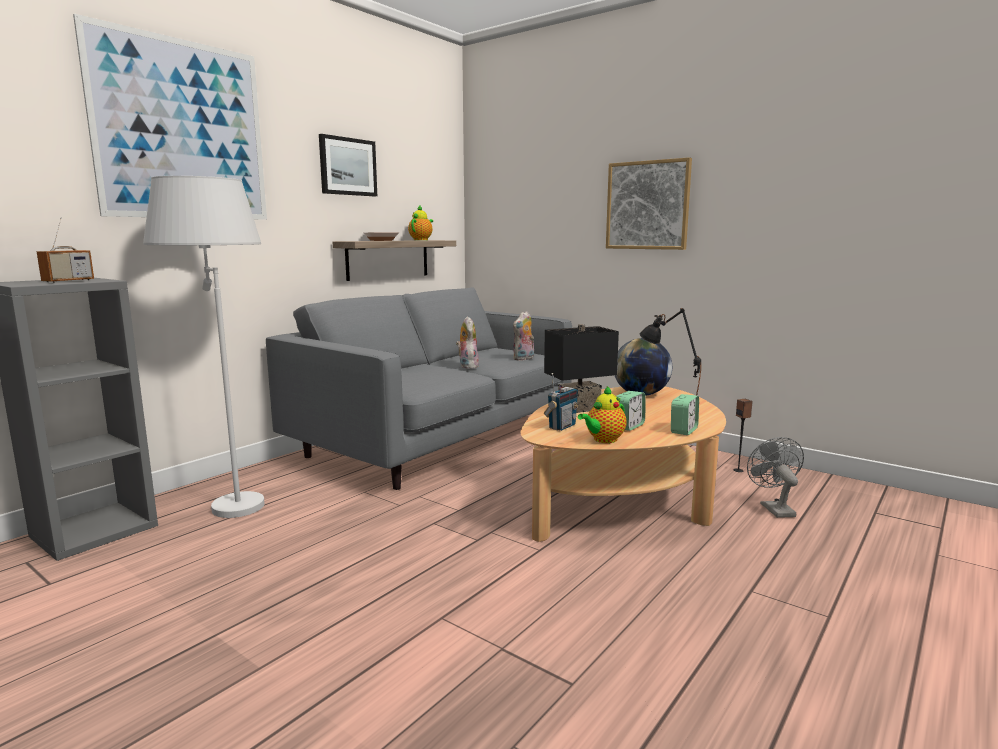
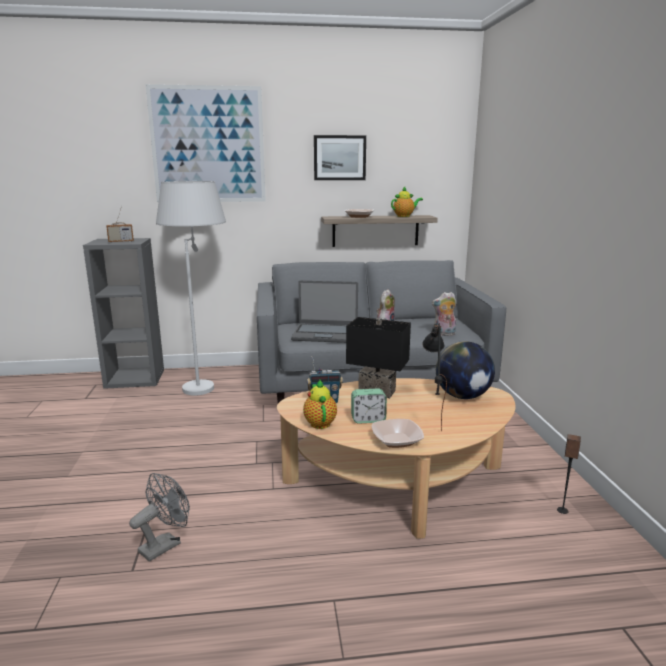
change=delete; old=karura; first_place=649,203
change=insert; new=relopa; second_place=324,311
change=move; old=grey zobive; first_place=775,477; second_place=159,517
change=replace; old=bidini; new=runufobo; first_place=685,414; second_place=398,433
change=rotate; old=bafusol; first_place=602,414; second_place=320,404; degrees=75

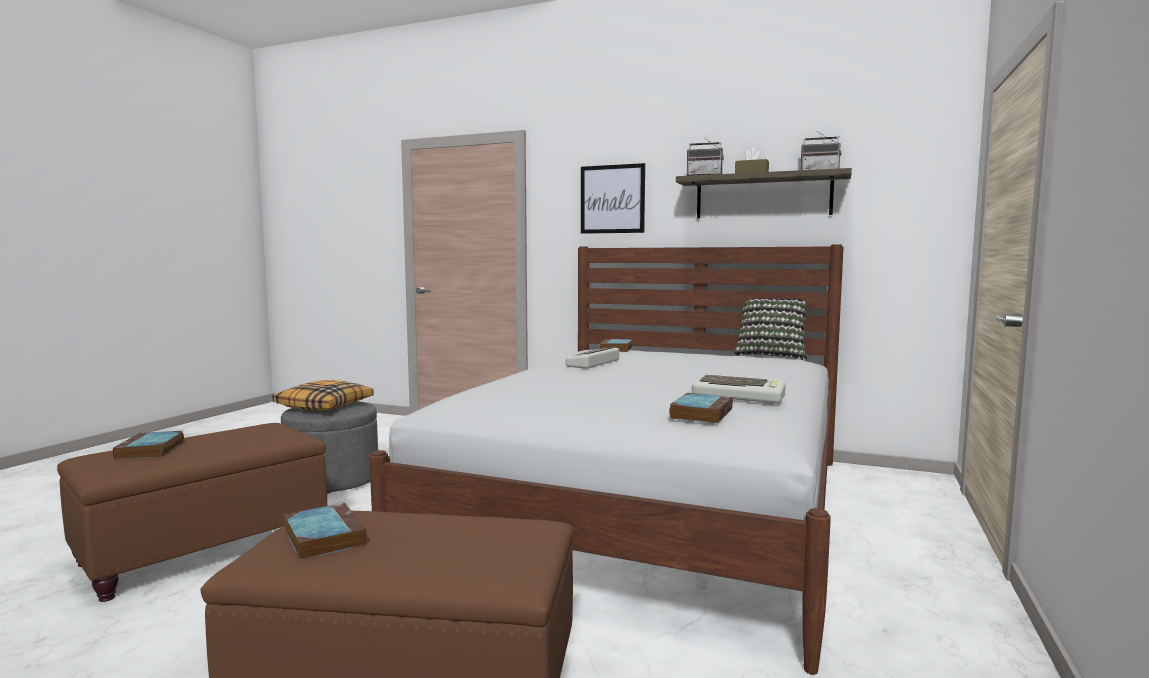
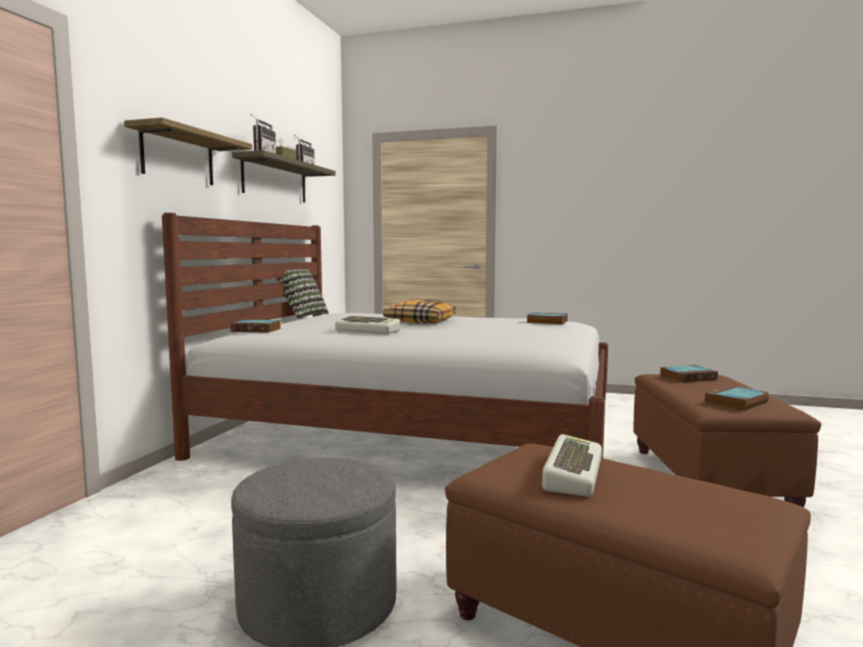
change=move; old=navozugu; first_place=148,445; second_place=689,374
change=move; old=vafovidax; first_place=323,395; second_place=419,311
change=move; old=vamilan; first_place=739,388; second_place=572,465
change=replace; old=karura; new=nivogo; first_place=613,198; second_place=188,151

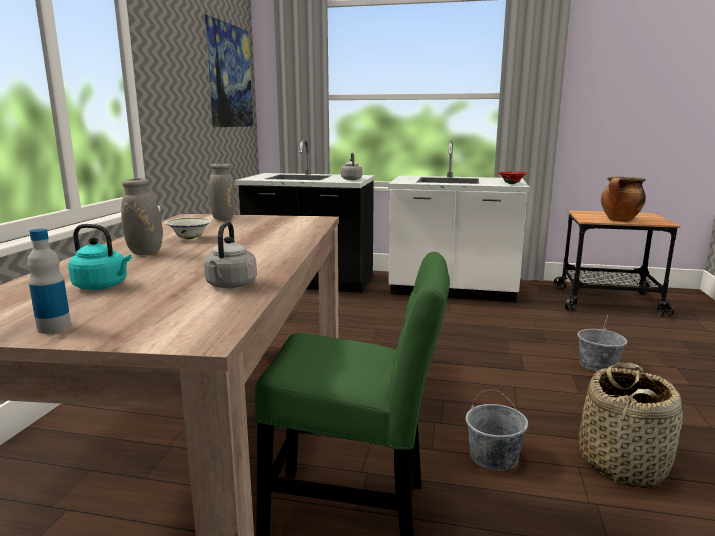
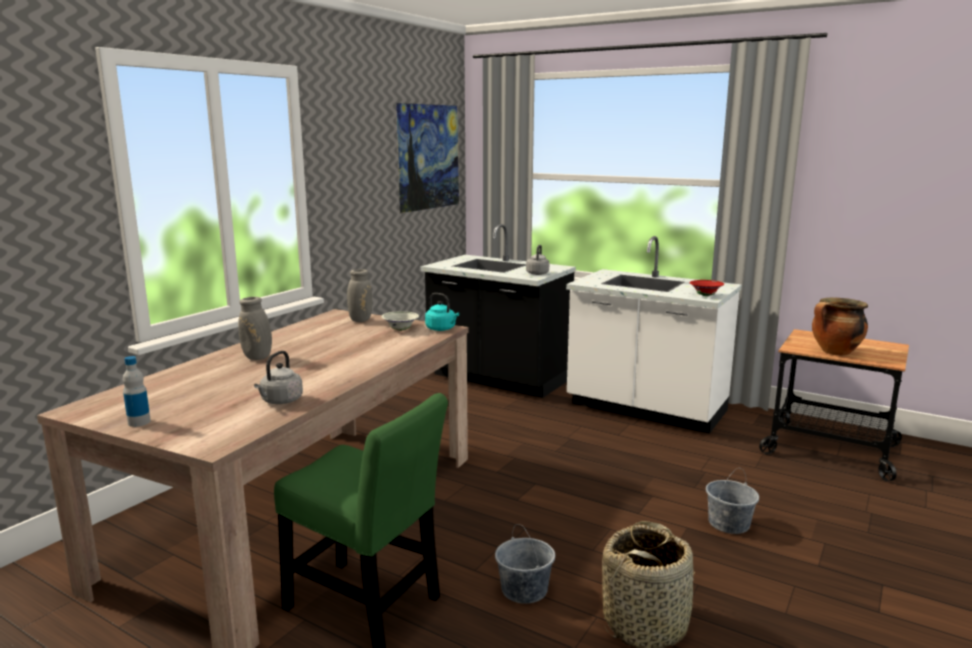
change=move; old=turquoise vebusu; first_place=100,257; second_place=442,312
change=move; old=white runufobo; first_place=188,228; second_place=400,321

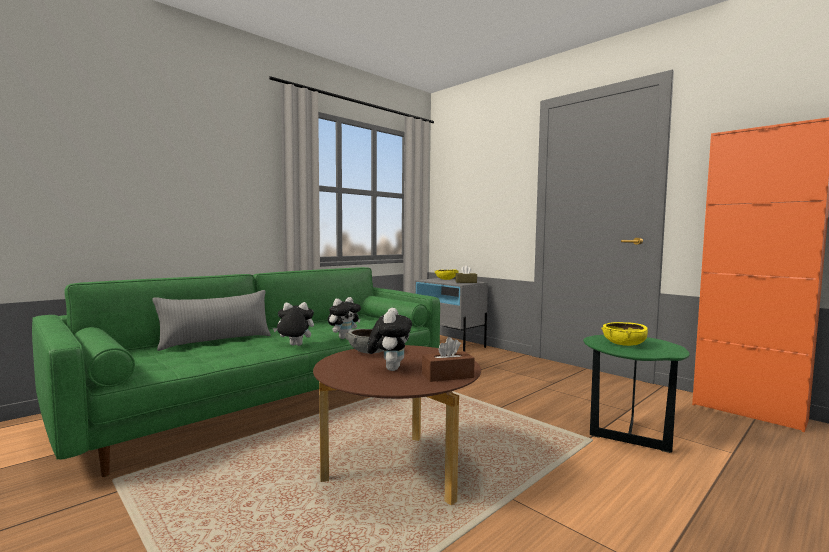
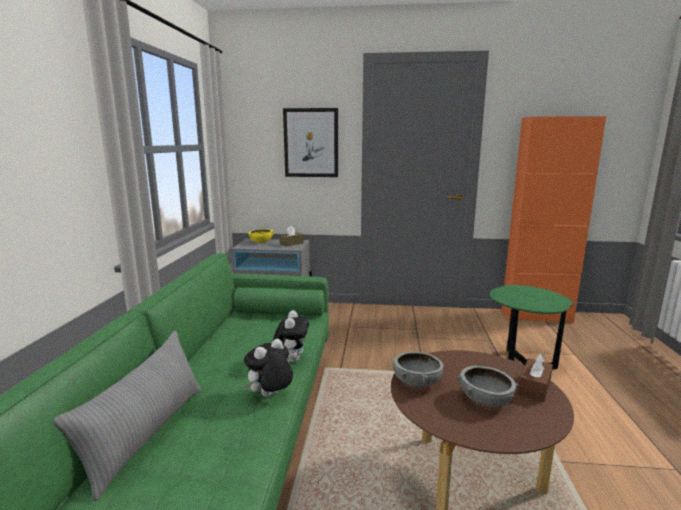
change=delete; old=yellow runufobo; first_place=624,334
change=insert; new=karura; second_place=310,142
change=replace; old=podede; new=grey runufobo; first_place=389,339; second_place=487,386

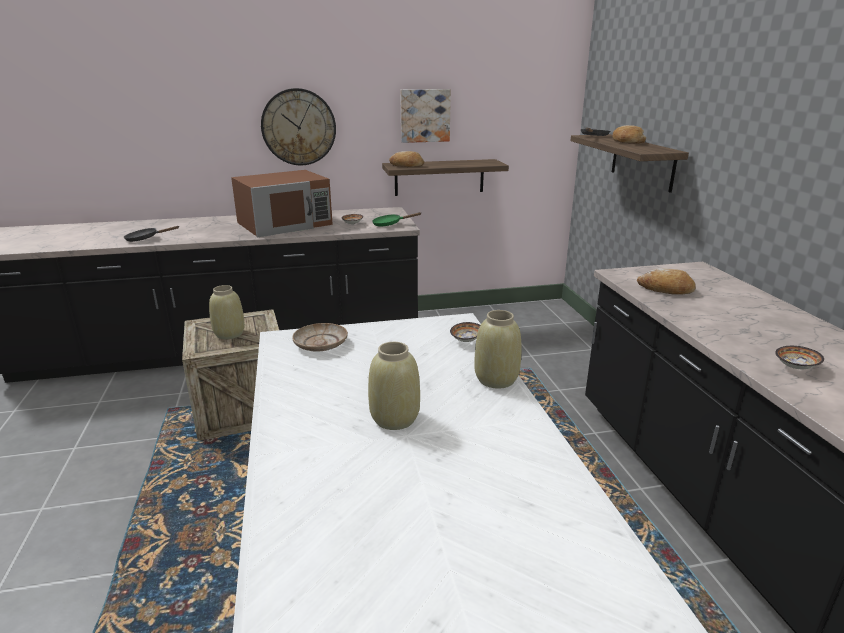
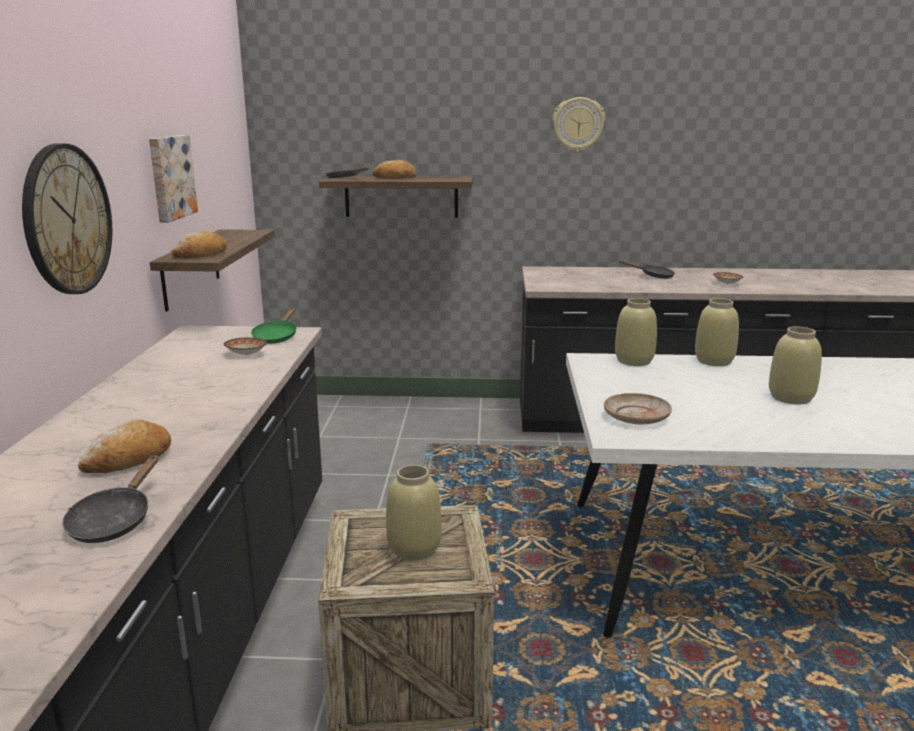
change=delete; old=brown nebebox; first_place=282,203
change=insert; new=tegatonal; second_place=579,124
change=insert; new=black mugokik; second_place=646,269
change=move; old=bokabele; first_place=666,281; second_place=124,446
change=replace; old=runufobo; new=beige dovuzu; first_place=465,332; second_place=636,332

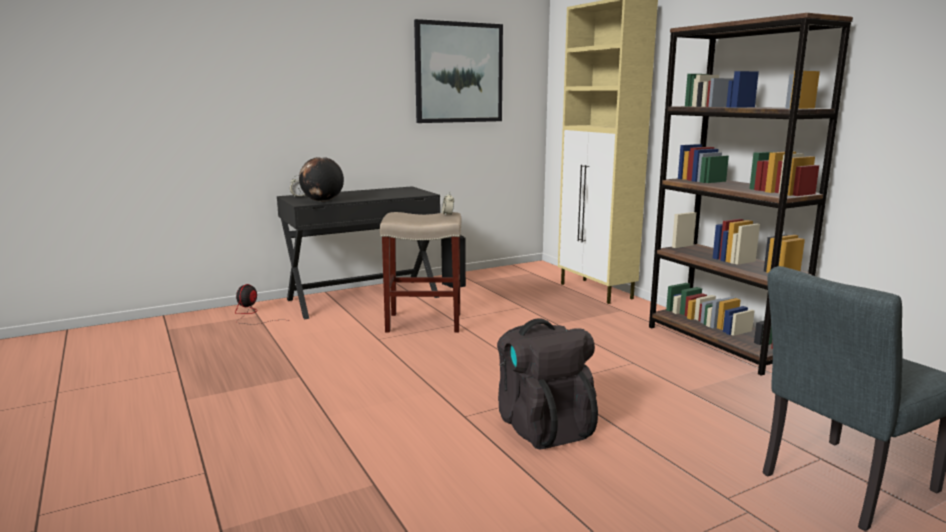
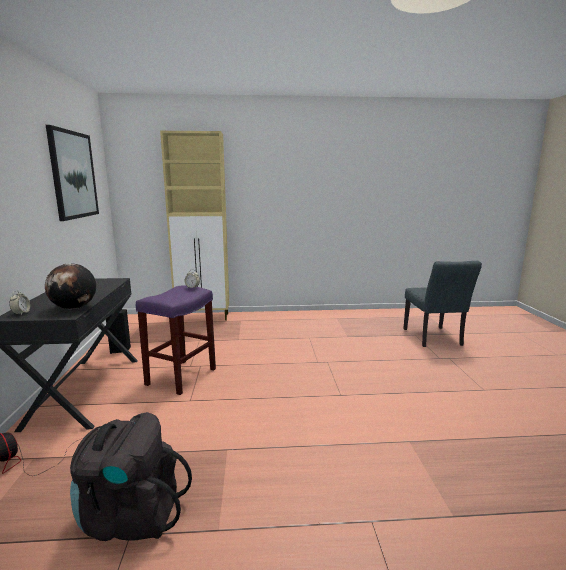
change=delete; old=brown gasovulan; first_place=751,194
change=move; old=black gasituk; first_place=547,383; second_place=131,476
change=recolor; old=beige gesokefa; new=purple gesokefa; first_place=421,272; second_place=176,340

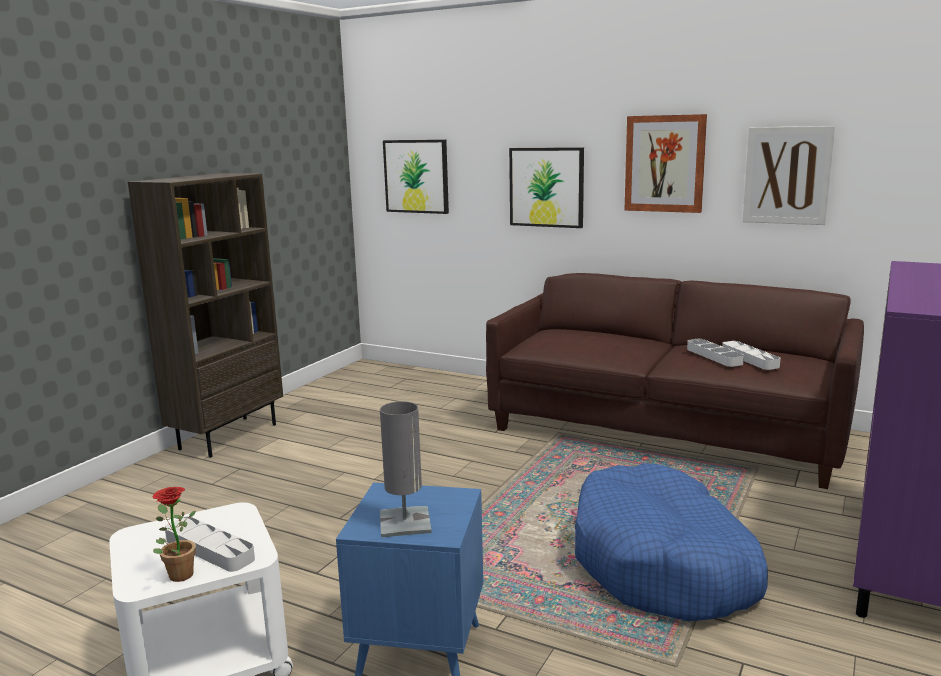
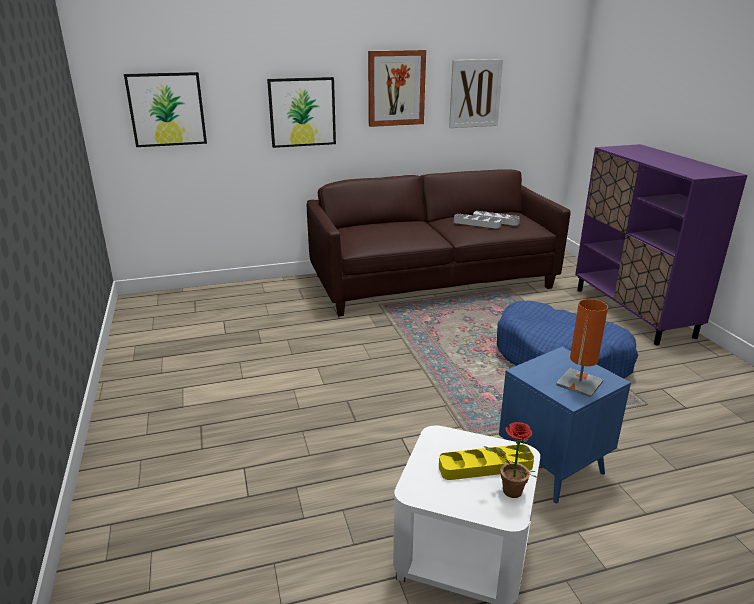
change=delete; old=brown gasovulan; first_place=205,315
change=recolor; old=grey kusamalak; new=yellow kusamalak; first_place=210,544; second_place=486,462
change=recolor; old=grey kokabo; new=orange kokabo; first_place=406,469; second_place=582,348

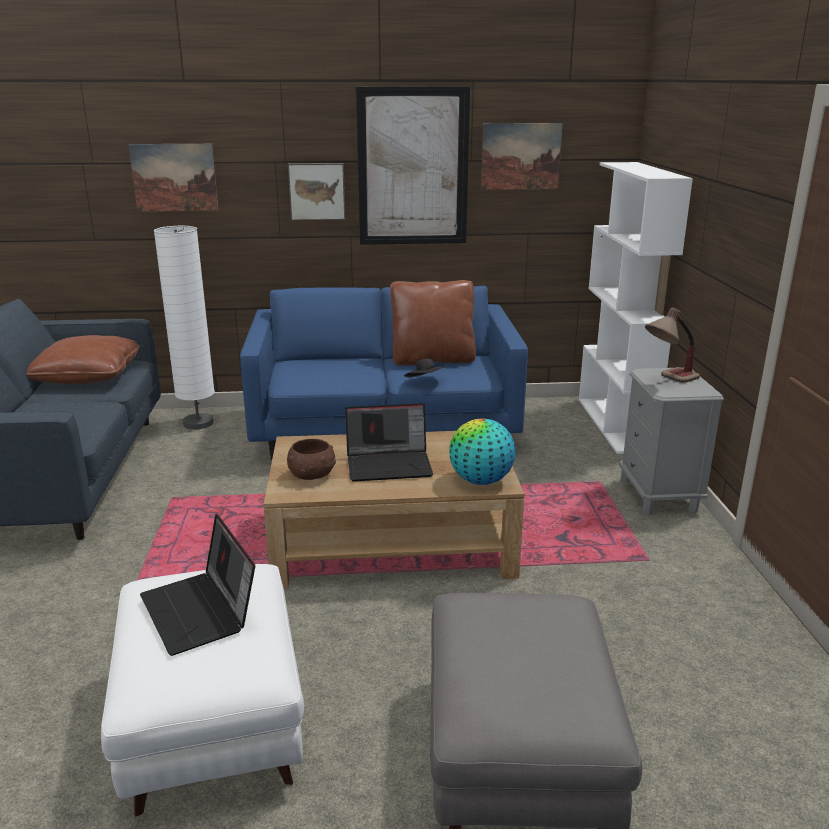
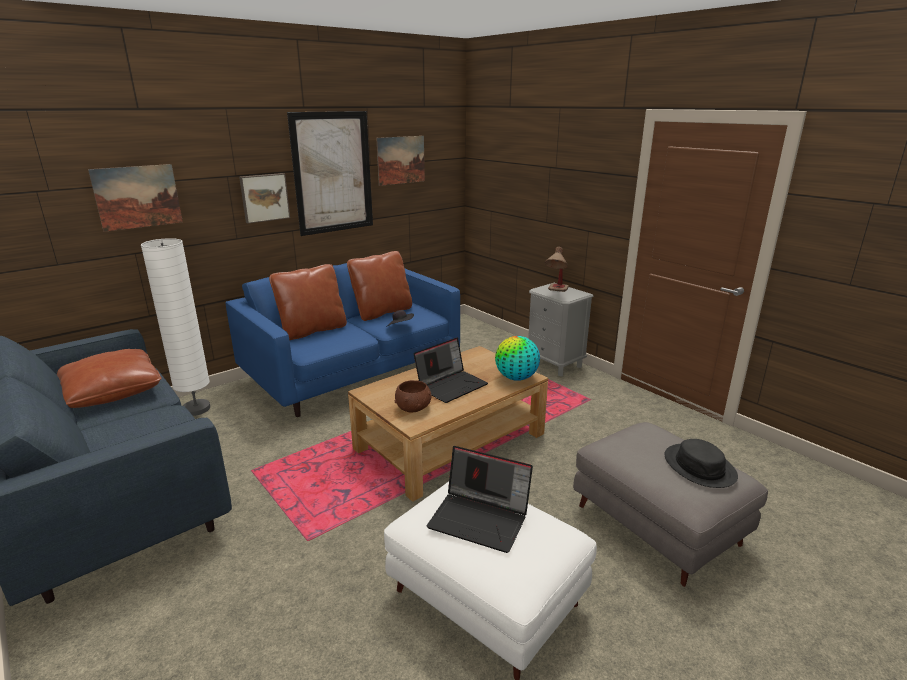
change=delete; old=white gasovulan; first_place=636,308
change=insert; new=brown vafovidax; second_place=308,302
change=insert; new=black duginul; second_place=701,463

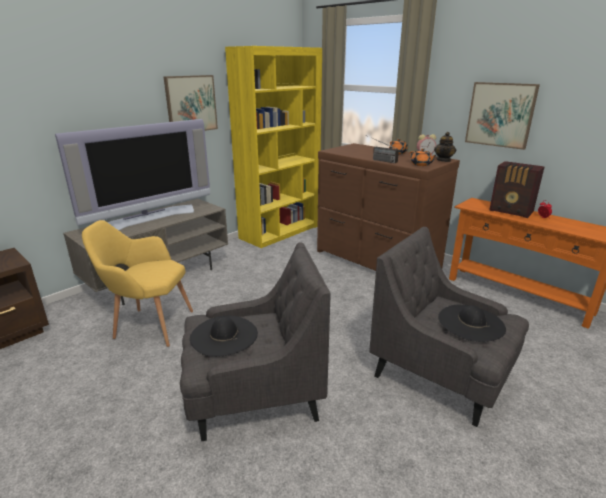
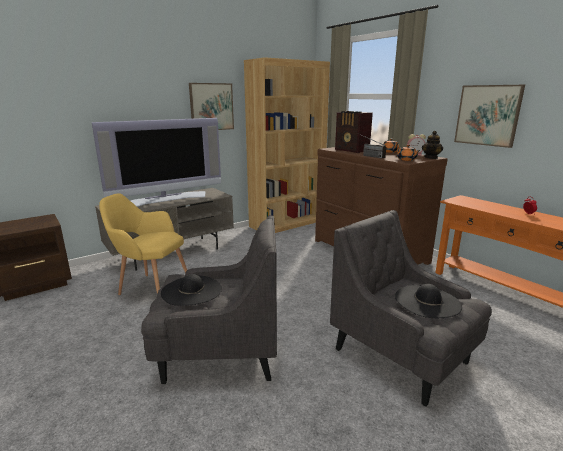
change=move; old=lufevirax; first_place=516,189; second_place=354,132
change=recolor; old=yellow gasovulan; new=brown gasovulan; first_place=273,147; second_place=287,145

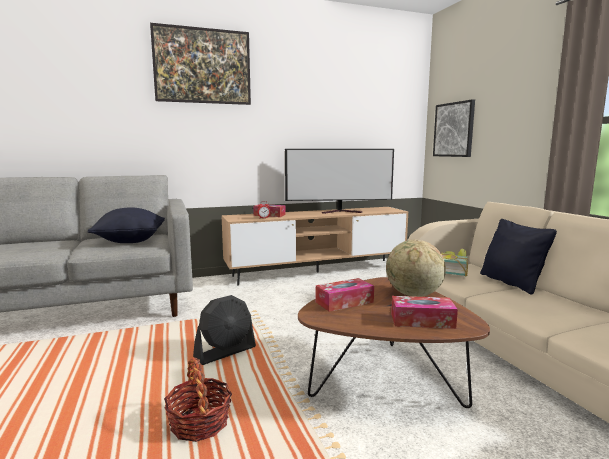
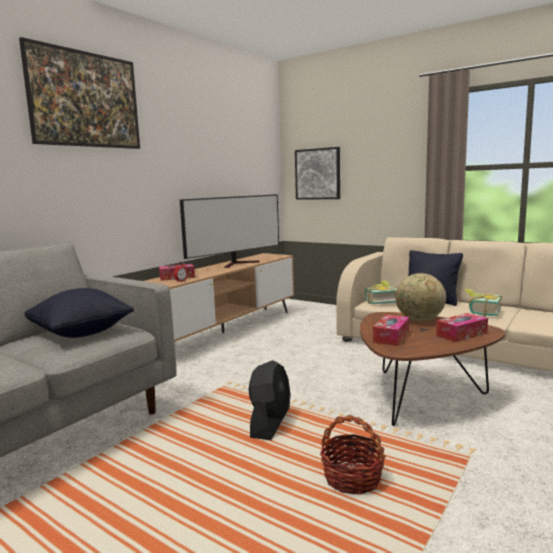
change=insert; new=navozugu; second_place=483,303

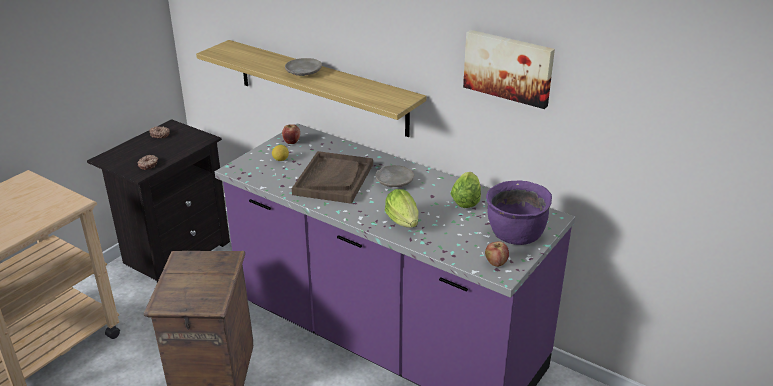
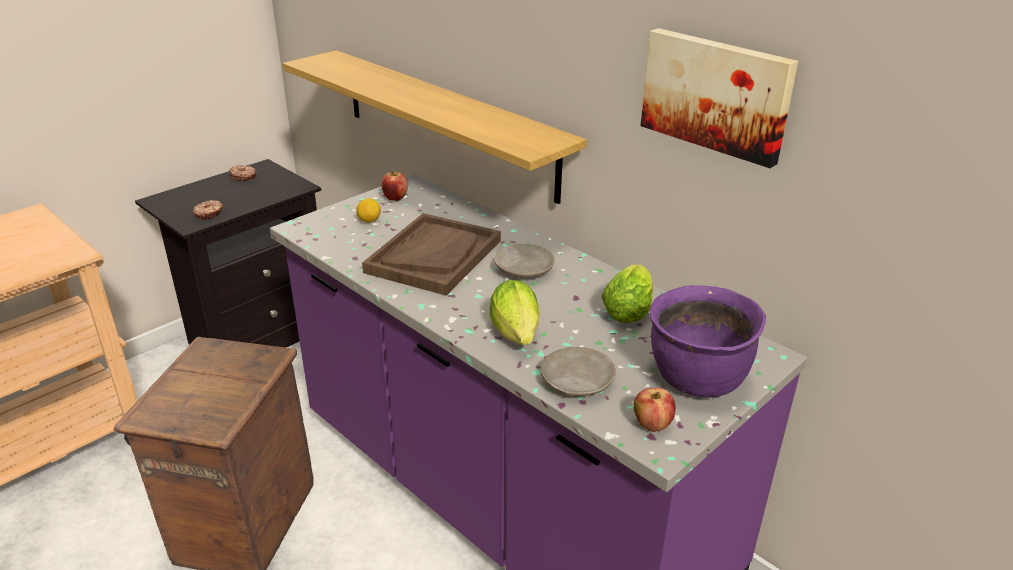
change=move; old=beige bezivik; first_place=303,67; second_place=578,371

